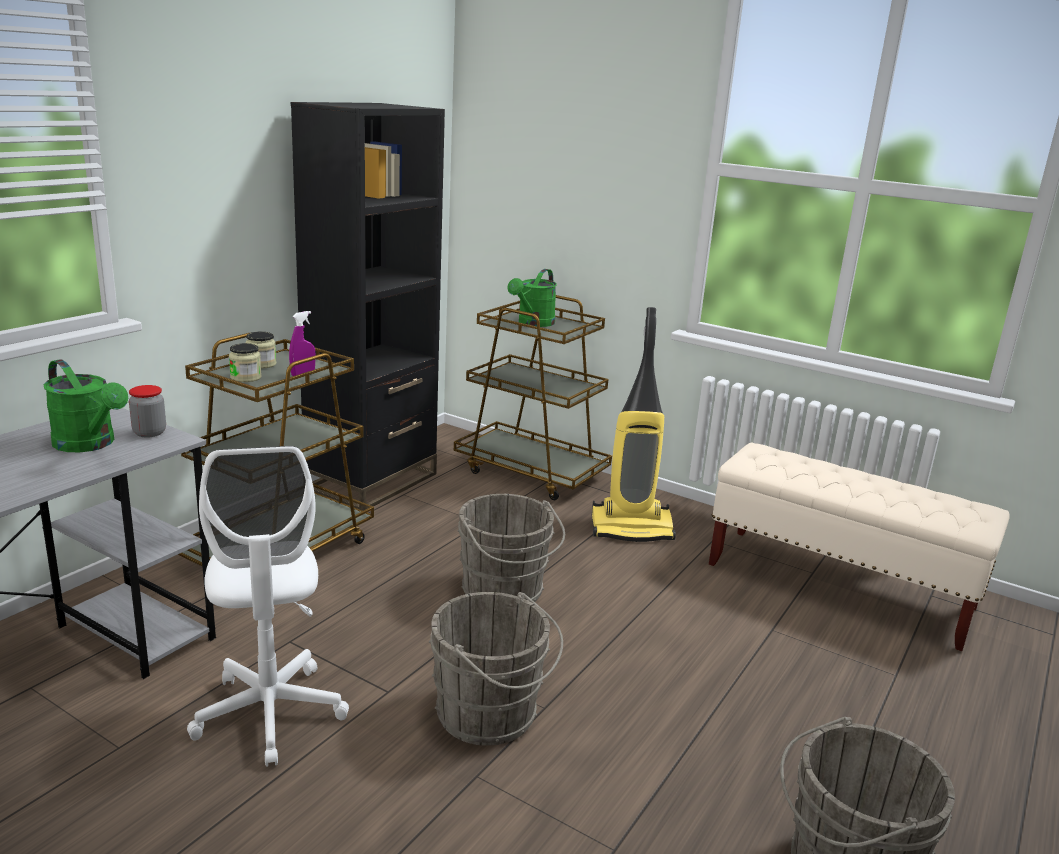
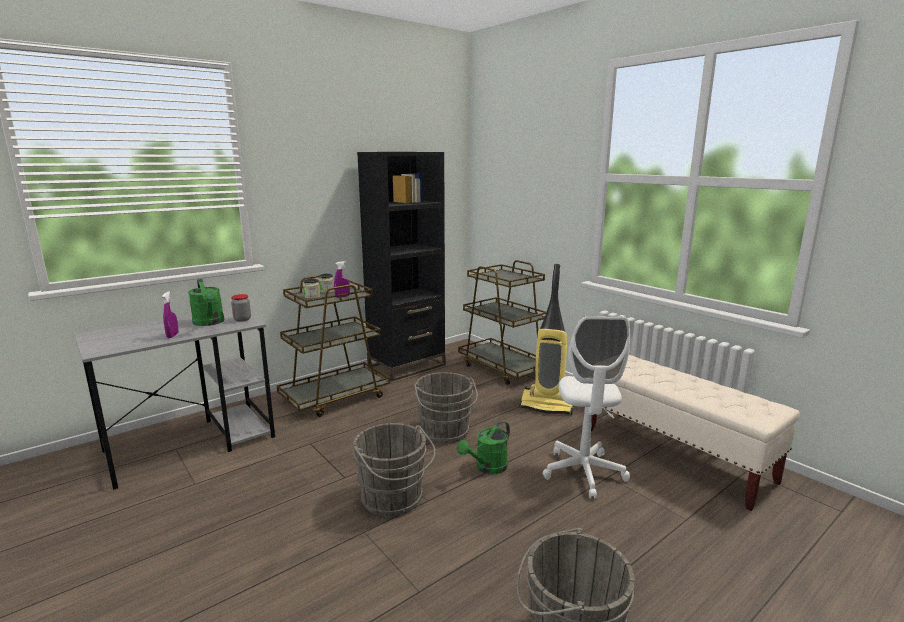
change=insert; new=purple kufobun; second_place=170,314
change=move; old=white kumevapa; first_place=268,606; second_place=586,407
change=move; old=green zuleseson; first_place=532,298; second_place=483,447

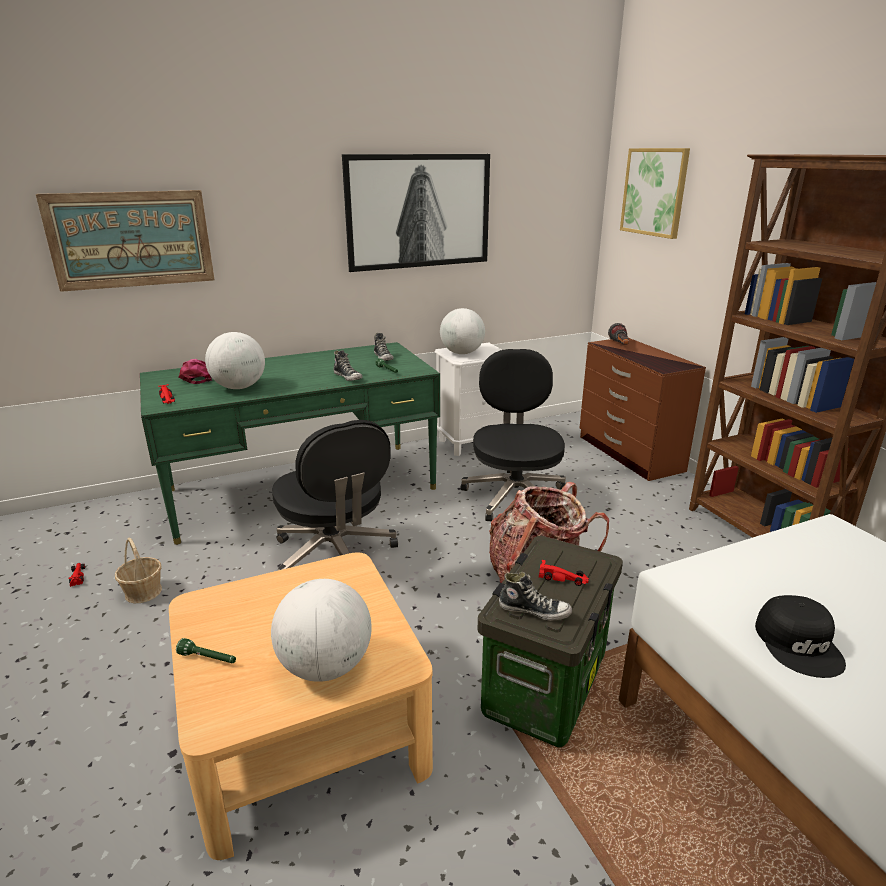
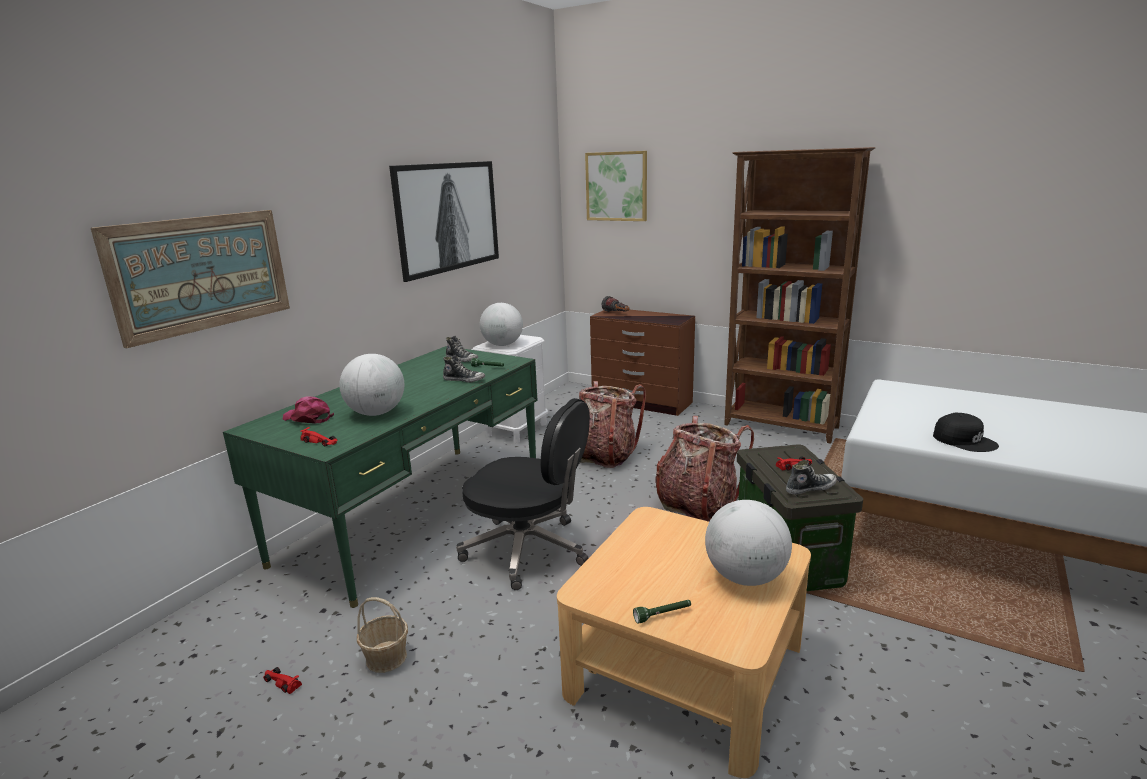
change=replace; old=black kumevapa; new=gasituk; first_place=513,435; second_place=612,424

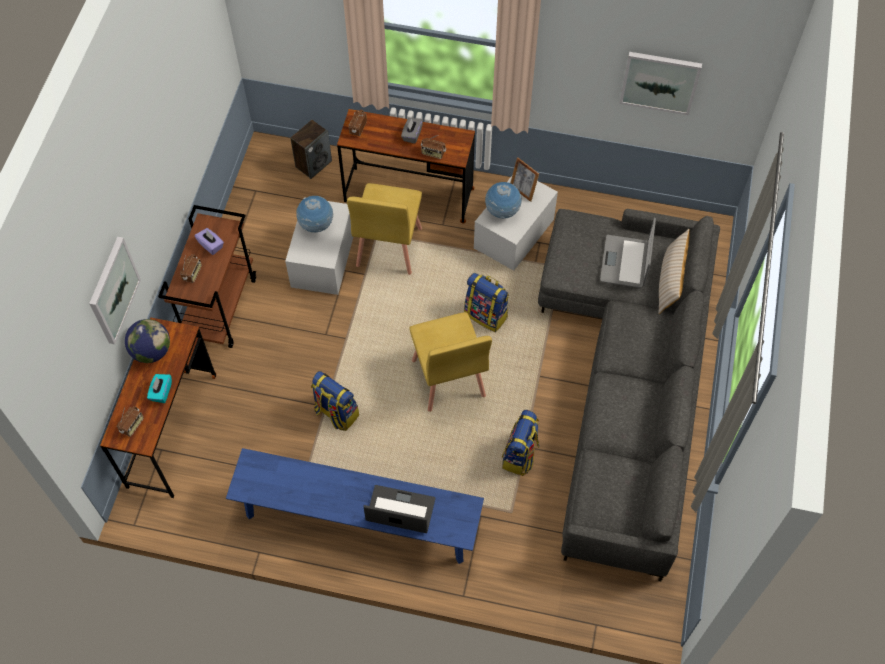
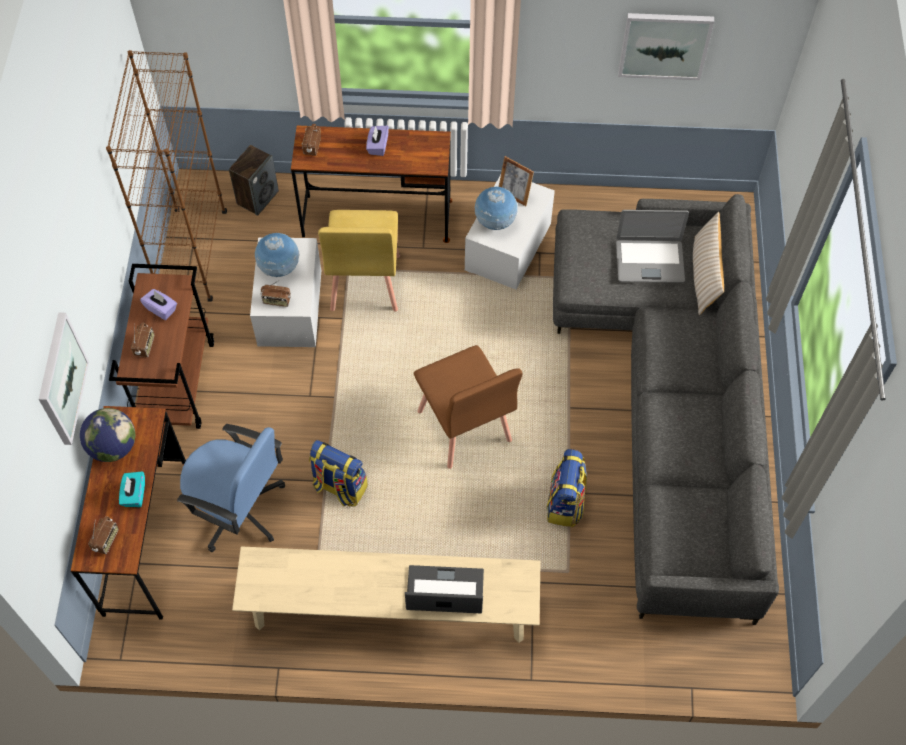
change=delete; old=gasituk; first_place=486,302
change=insert; new=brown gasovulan; second_place=166,176
change=insert; new=blue kumevapa; second_place=231,488
change=move; old=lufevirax; first_place=433,147; second_place=276,293
change=recolor; old=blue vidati; new=beige vidati; first_place=355,506; second_place=386,594
change=recolor; old=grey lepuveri; new=purple lepuveri; first_place=412,131; second_place=377,141
change=recolor; old=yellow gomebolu; new=brown gomebolu; first_place=450,362; second_place=468,407
change=rotate; old=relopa; first_place=628,253; second_place=652,246; degrees=-90

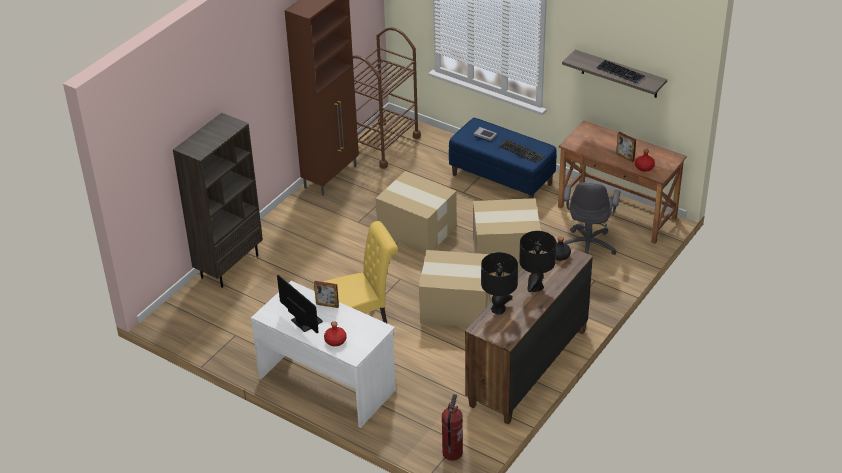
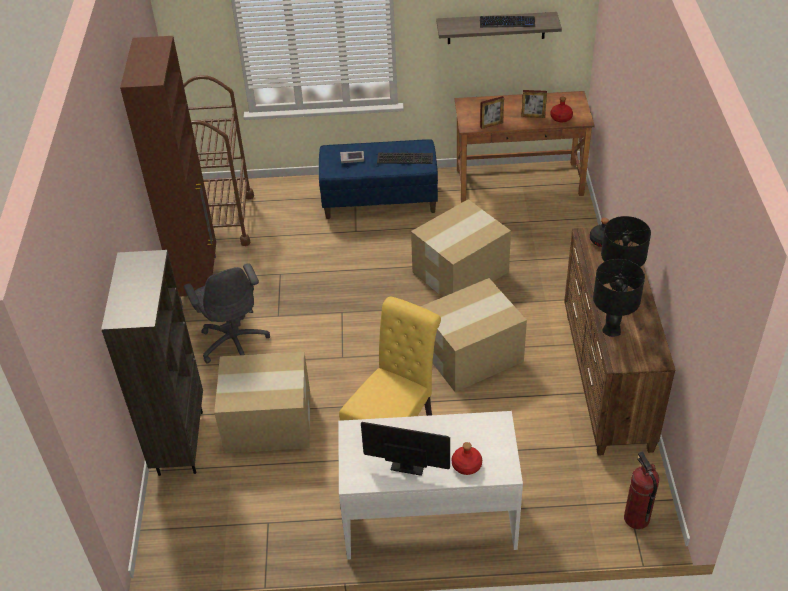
change=move; old=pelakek; first_place=326,294; second_place=492,112
change=move; old=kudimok; first_place=416,212; second_place=262,402
change=move; old=grey kumevapa; first_place=591,218; second_place=227,313

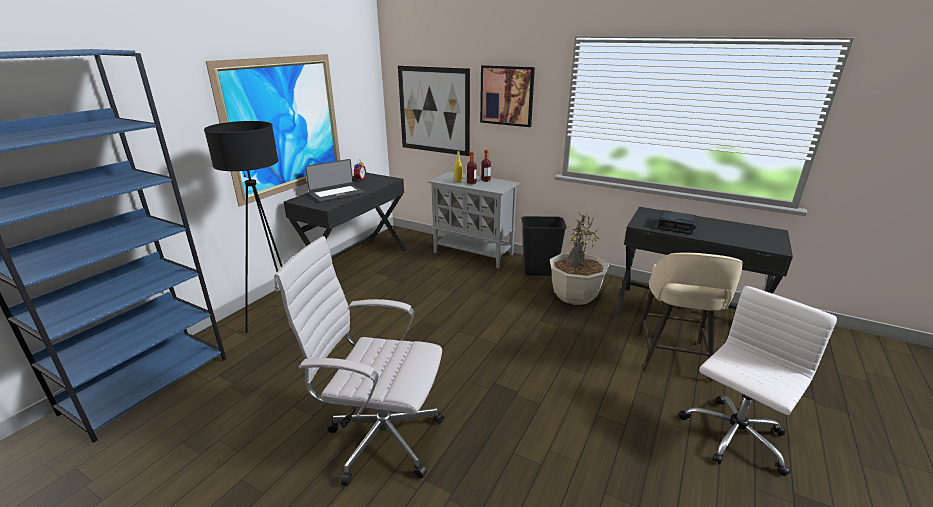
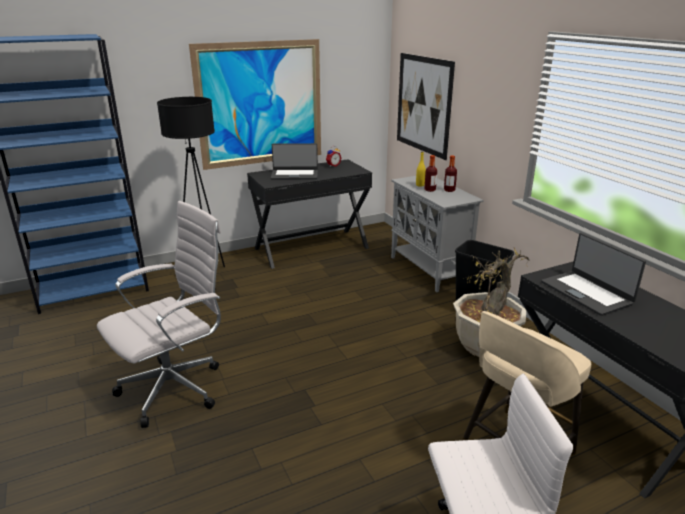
change=delete; old=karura; first_place=507,96
change=replace; old=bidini; new=relopa; first_place=677,222; second_place=593,274
change=rotate; old=white kumevapa; first_place=359,361; second_place=159,314; degrees=90

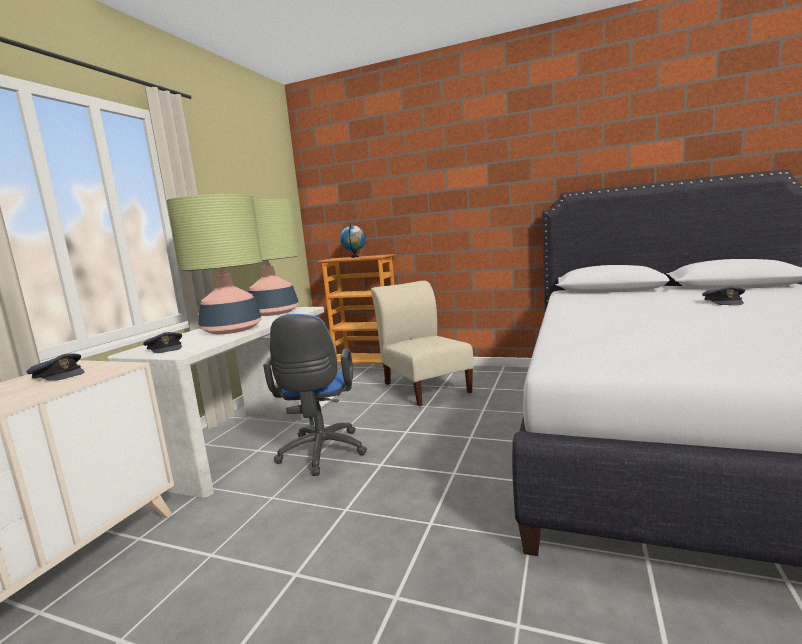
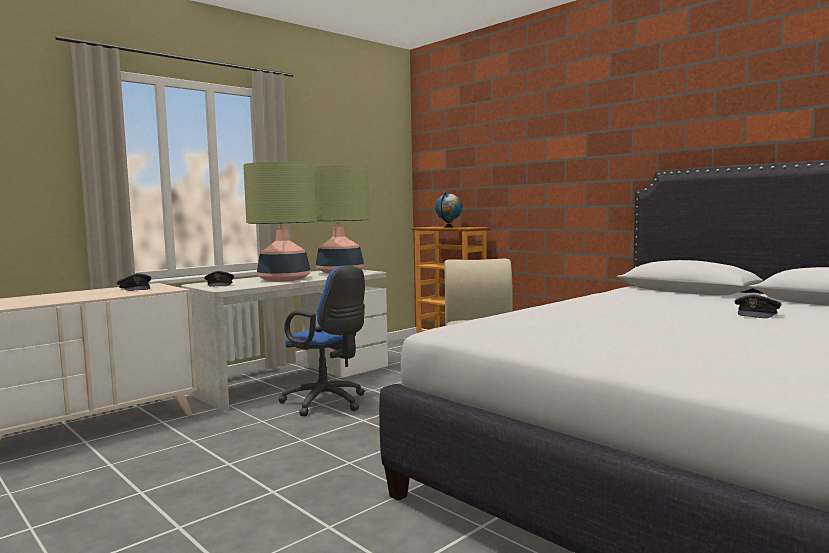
change=rotate; old=blue kumevapa; first_place=315,395; second_place=321,340; degrees=-75

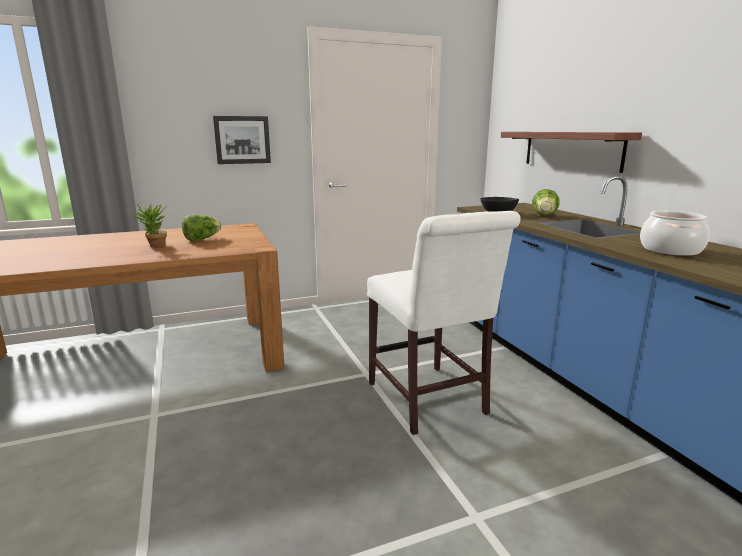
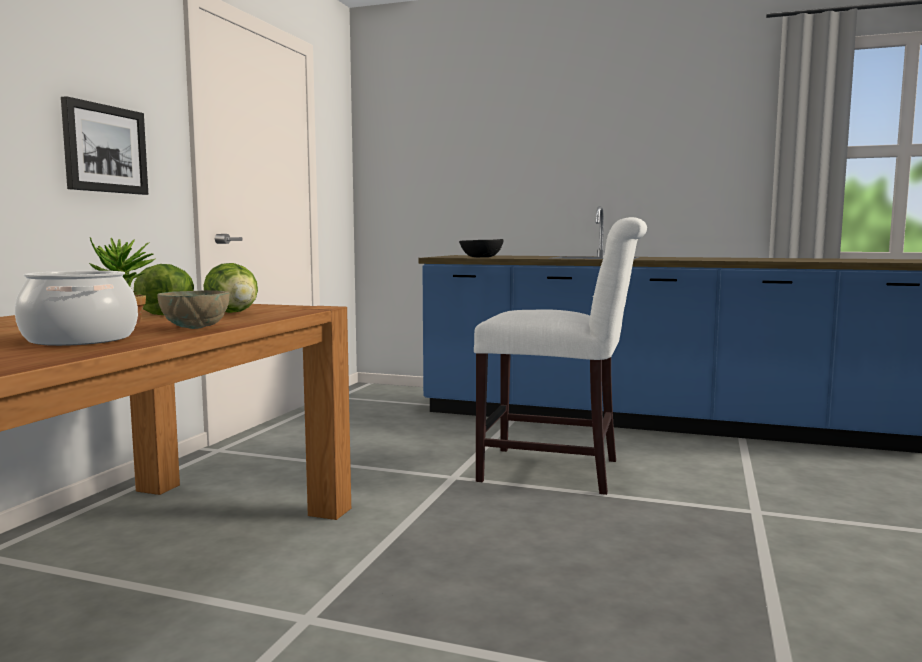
change=delete; old=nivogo; first_place=571,152
change=insert; new=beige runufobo; second_place=193,309
change=move; old=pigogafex; first_place=546,202; second_place=230,288
change=move; old=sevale; first_place=675,233; second_place=76,308

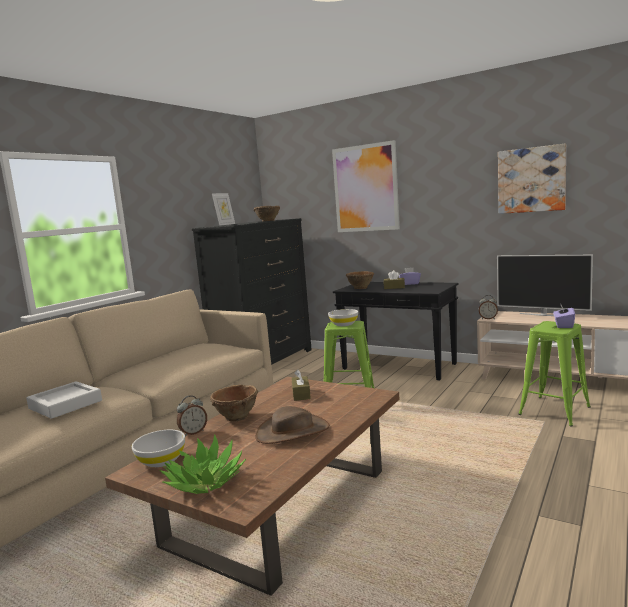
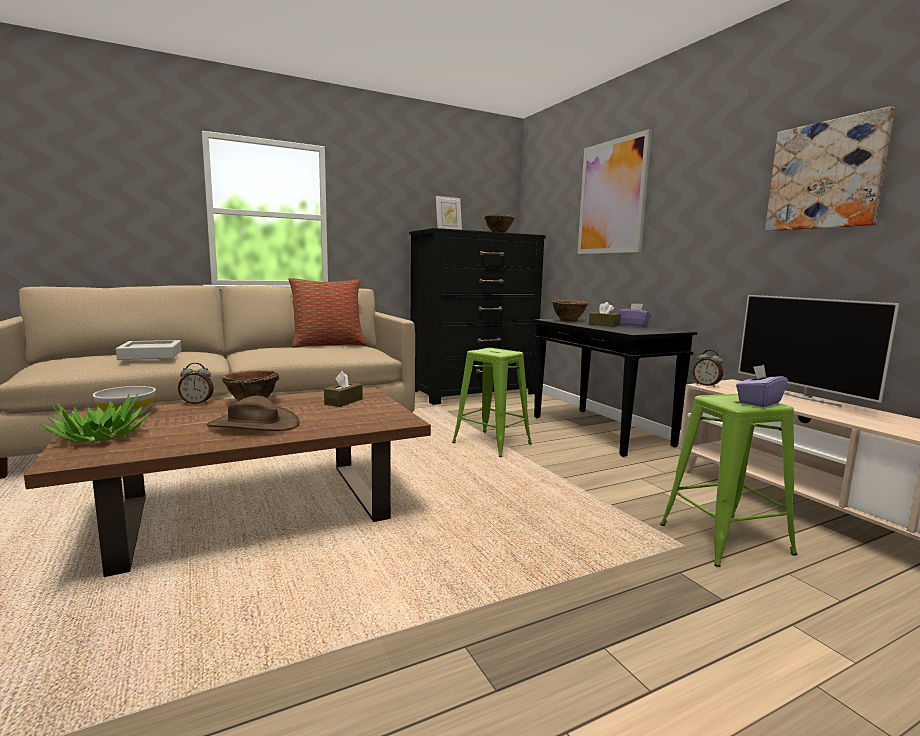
change=delete; old=white runufobo; first_place=343,317
change=insert; new=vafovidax; second_place=327,313

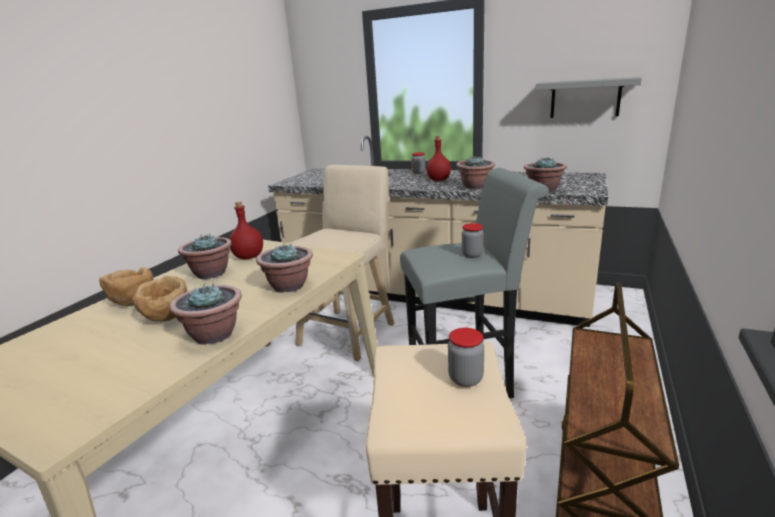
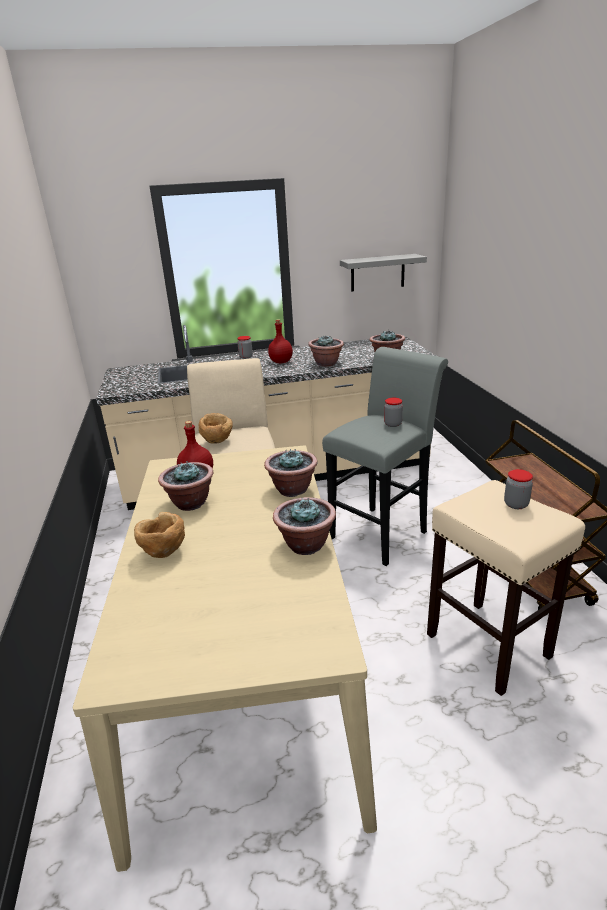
change=move; old=brown runufobo; first_place=159,299; second_place=216,428

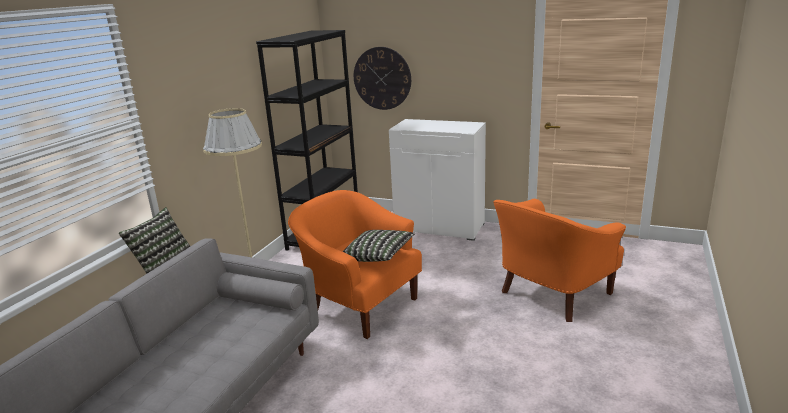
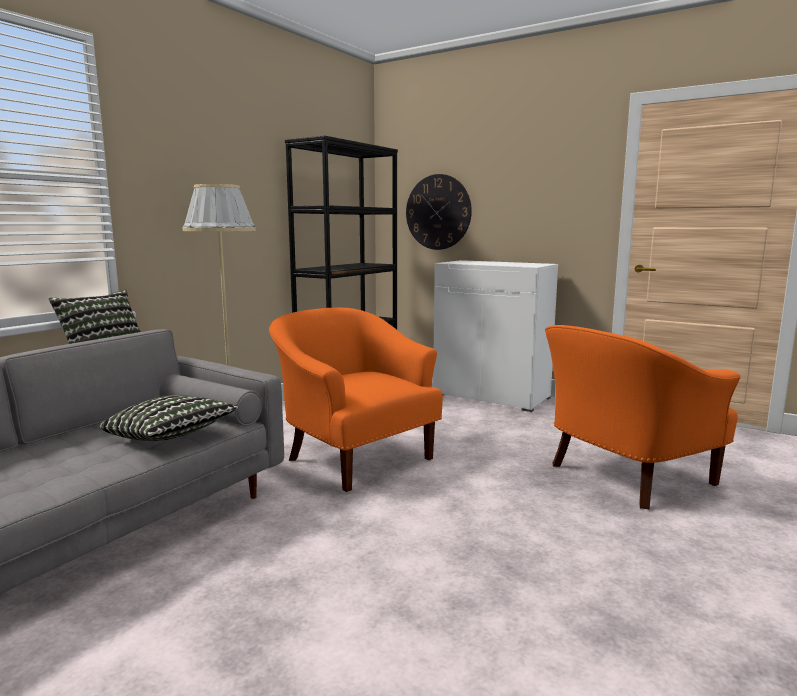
change=move; old=vafovidax; first_place=378,246; second_place=169,418

